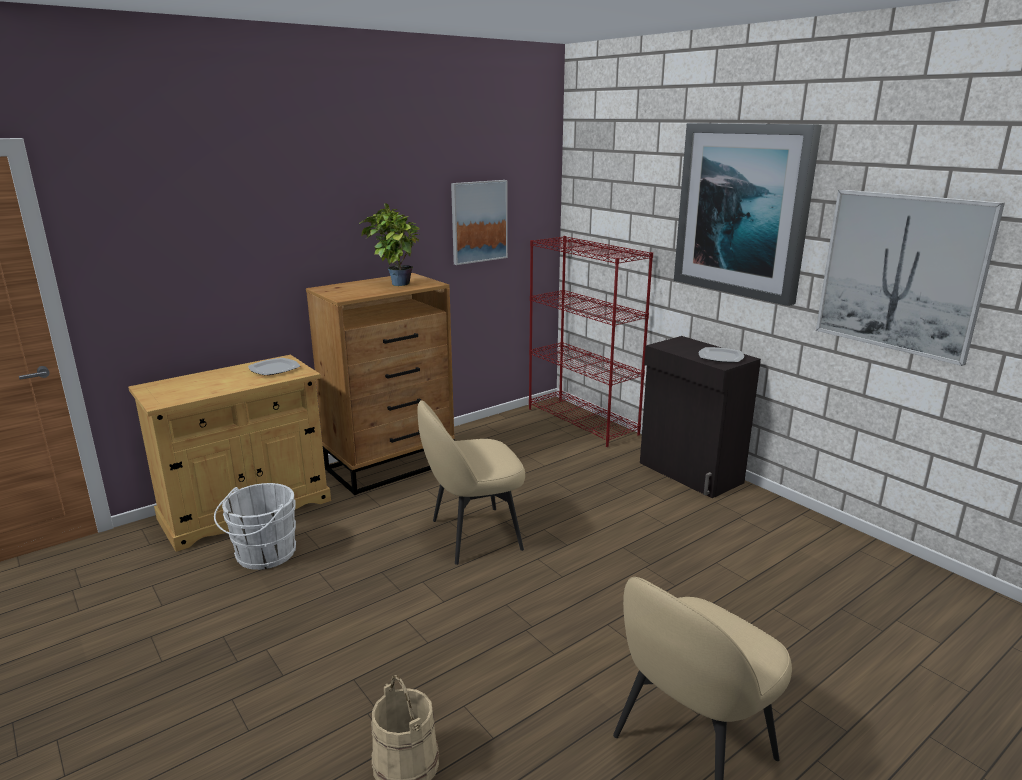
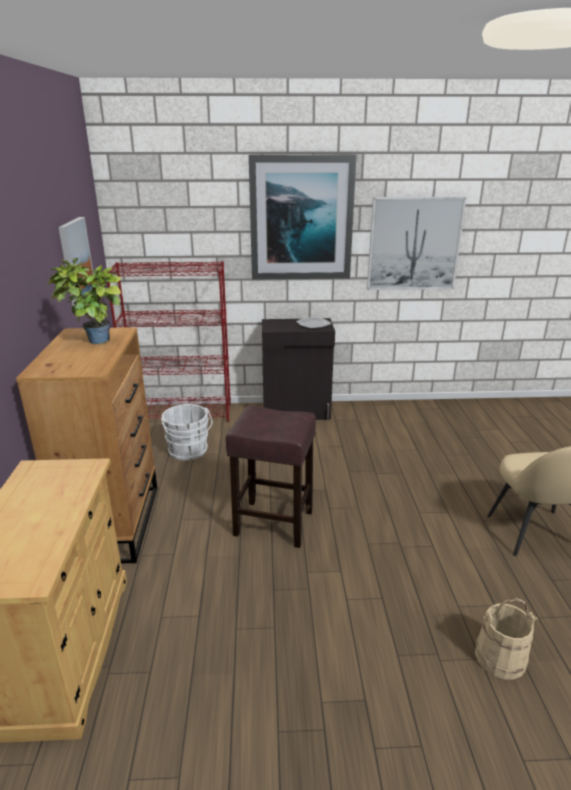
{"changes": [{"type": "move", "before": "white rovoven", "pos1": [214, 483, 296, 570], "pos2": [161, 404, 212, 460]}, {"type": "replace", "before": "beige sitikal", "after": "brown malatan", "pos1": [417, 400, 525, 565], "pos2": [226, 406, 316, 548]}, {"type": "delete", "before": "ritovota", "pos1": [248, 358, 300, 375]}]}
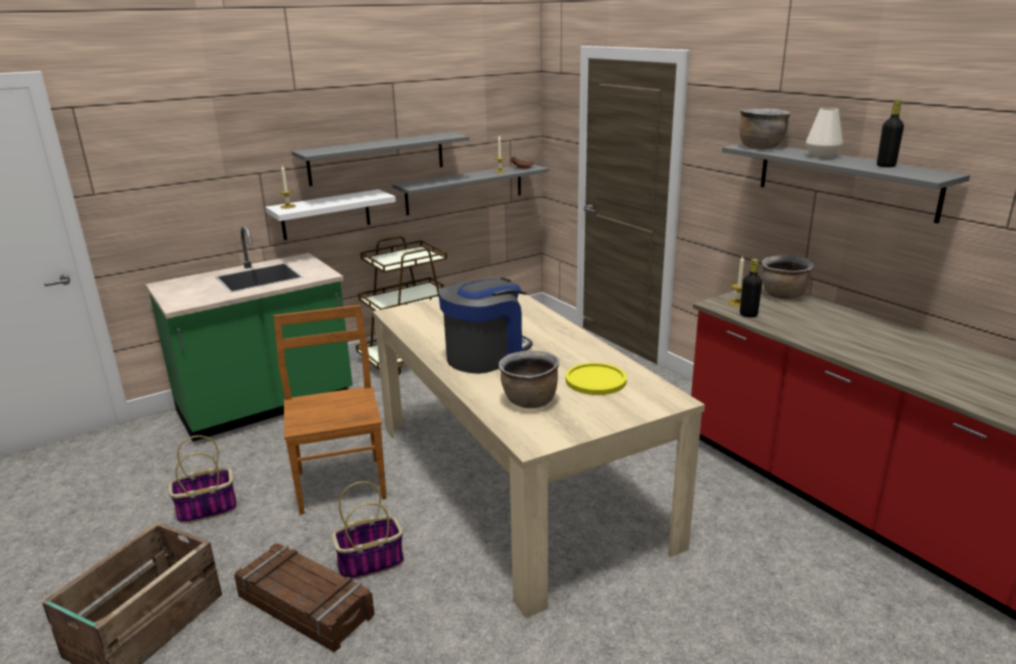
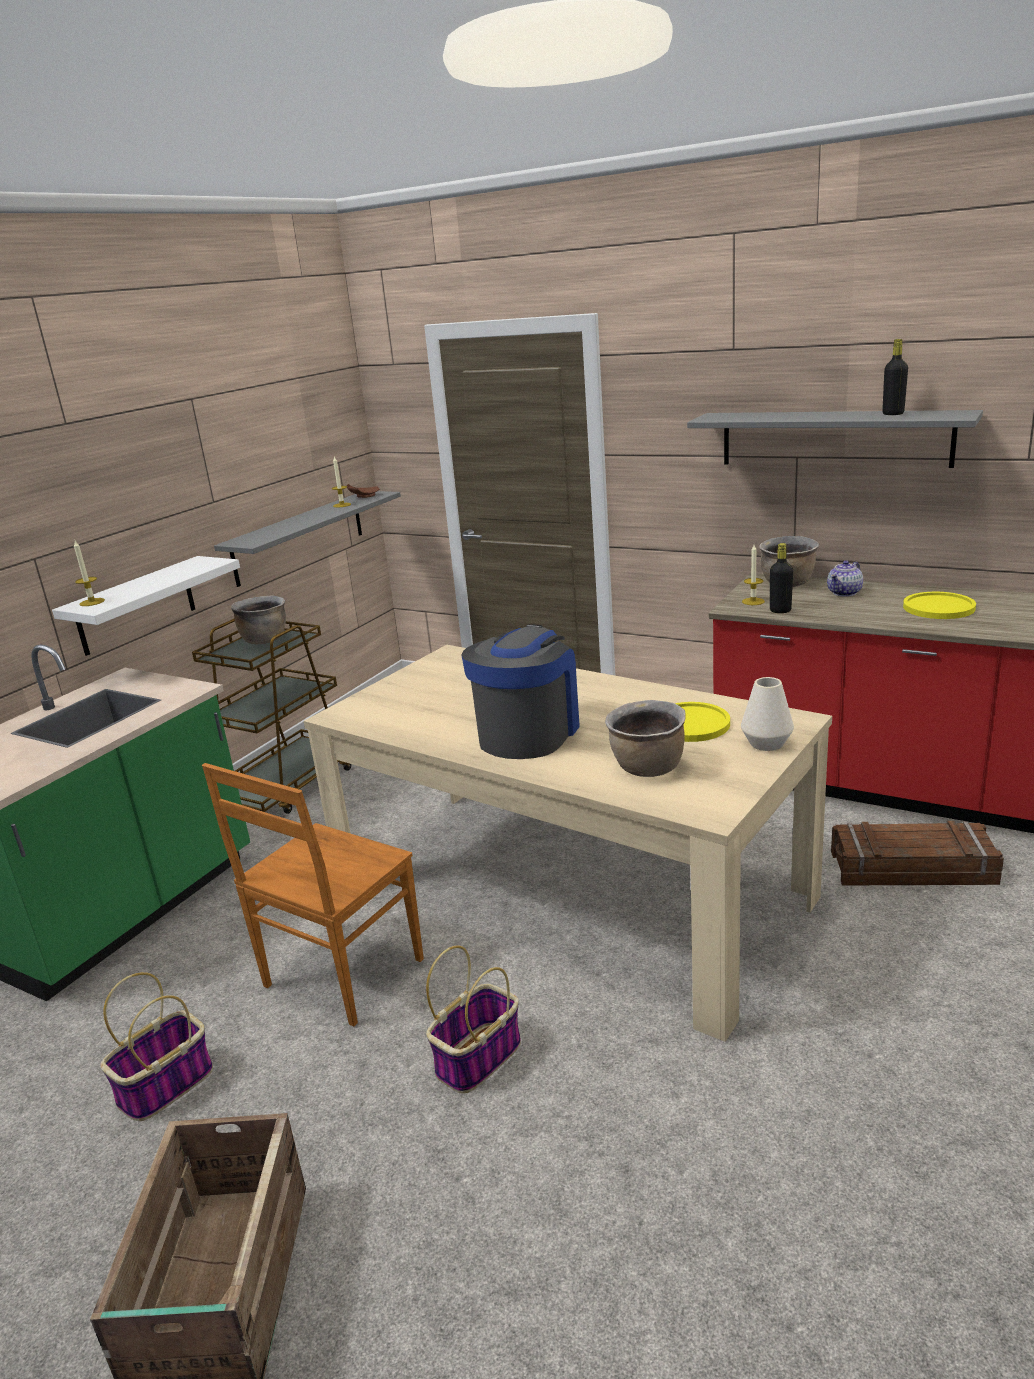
{"changes": [{"type": "rotate", "before": "brown sitikal", "pos1": [274, 305, 387, 515], "pos2": [202, 763, 424, 1027], "turn": -105}, {"type": "move", "before": "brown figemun", "pos1": [740, 109, 791, 149], "pos2": [231, 595, 286, 644]}, {"type": "move", "before": "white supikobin", "pos1": [806, 108, 843, 158], "pos2": [741, 677, 794, 751]}, {"type": "insert", "after": "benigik", "pos2": [827, 561, 863, 597]}, {"type": "move", "before": "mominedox", "pos1": [234, 543, 375, 652], "pos2": [831, 821, 1004, 885]}, {"type": "insert", "after": "yellow ritovota", "pos2": [903, 592, 976, 619]}, {"type": "delete", "before": "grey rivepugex", "pos1": [291, 132, 470, 186]}]}
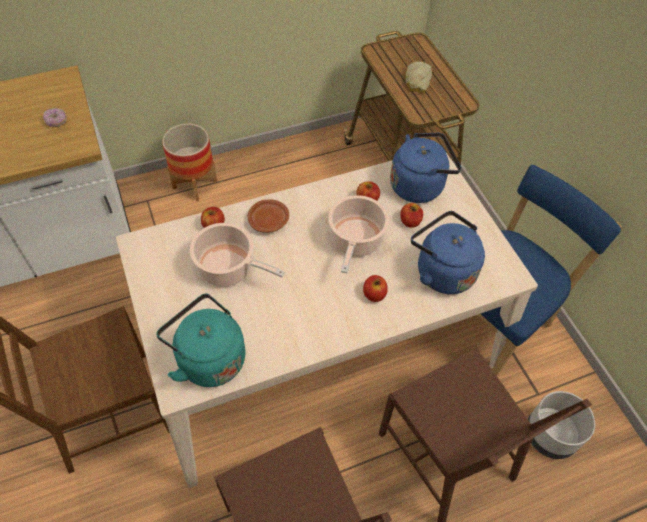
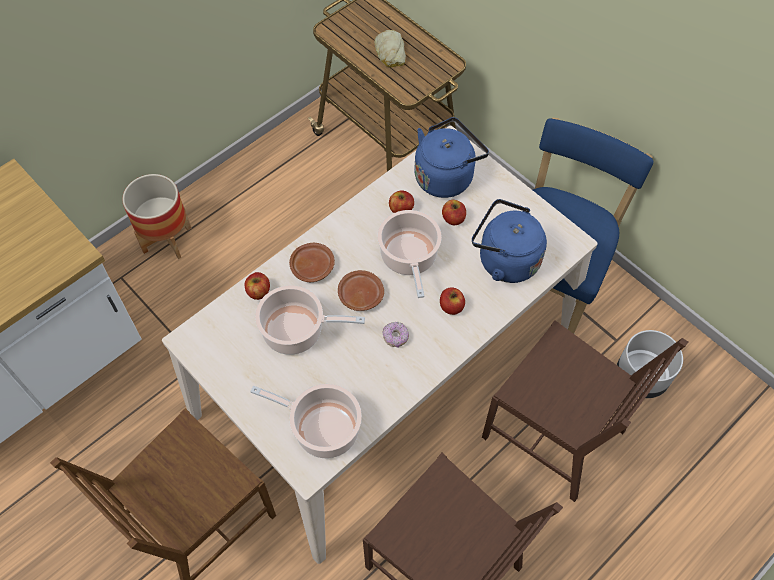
{"changes": [{"type": "replace", "before": "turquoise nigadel", "after": "figemun", "pos1": [156, 294, 245, 387], "pos2": [250, 384, 362, 458]}, {"type": "insert", "after": "brown ritovota", "pos2": [338, 270, 384, 311]}, {"type": "move", "before": "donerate", "pos1": [43, 108, 67, 127], "pos2": [383, 322, 409, 348]}]}
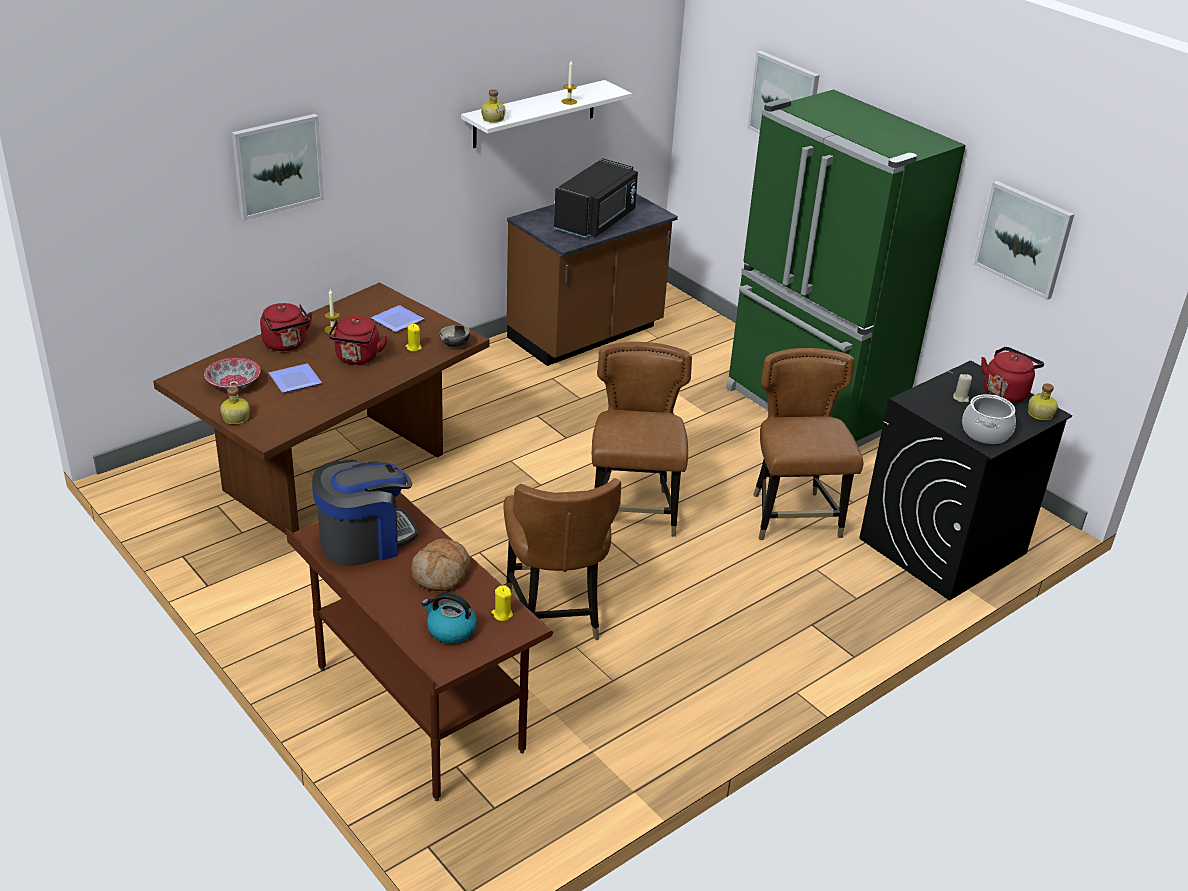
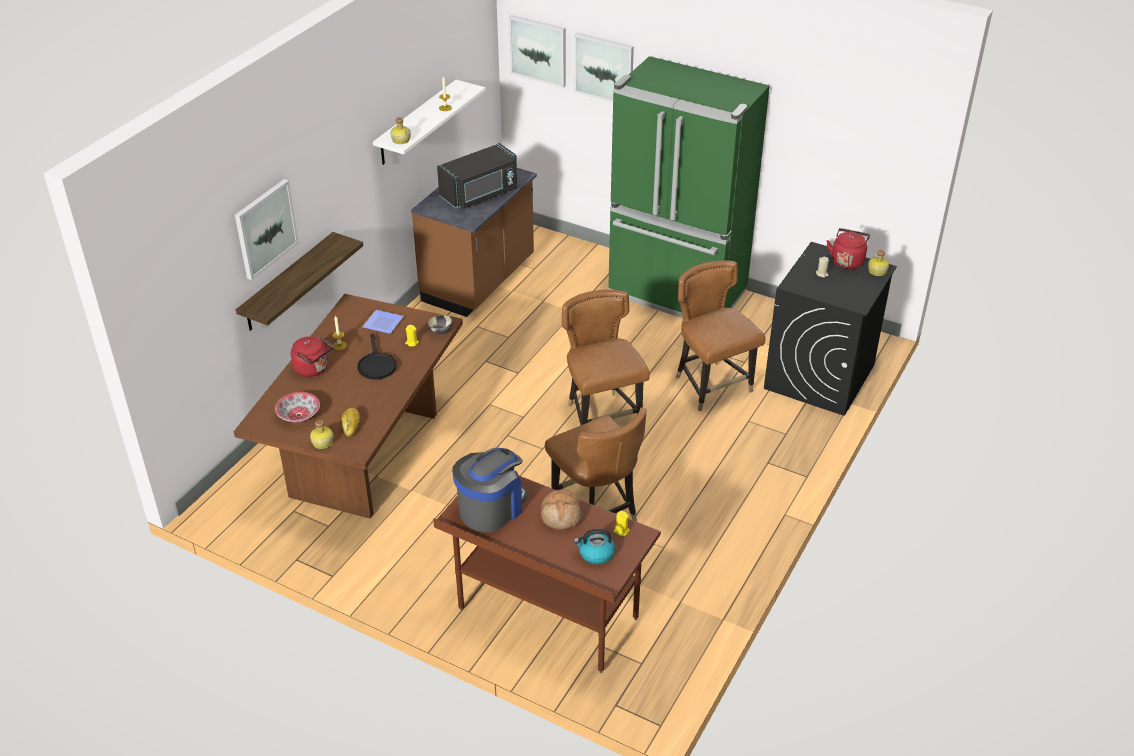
{"changes": [{"type": "insert", "after": "rivepugex", "pos2": [236, 232, 363, 331]}, {"type": "insert", "after": "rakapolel", "pos2": [341, 408, 360, 437]}, {"type": "replace", "before": "red nigadel", "after": "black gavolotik", "pos1": [328, 316, 388, 365], "pos2": [358, 333, 397, 380]}, {"type": "rotate", "before": "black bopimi", "pos1": [554, 158, 638, 238], "pos2": [437, 143, 517, 209], "turn": 45}, {"type": "move", "before": "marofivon", "pos1": [974, 181, 1074, 300], "pos2": [509, 15, 566, 88]}, {"type": "delete", "before": "ritovota", "pos1": [269, 363, 322, 393]}, {"type": "delete", "before": "figemun", "pos1": [962, 394, 1016, 444]}]}
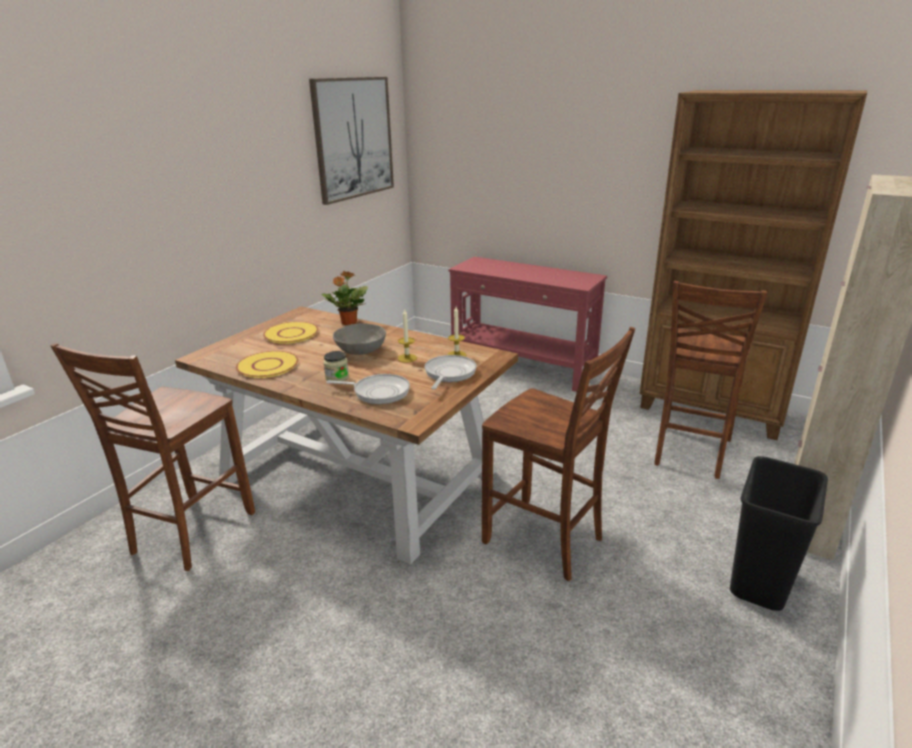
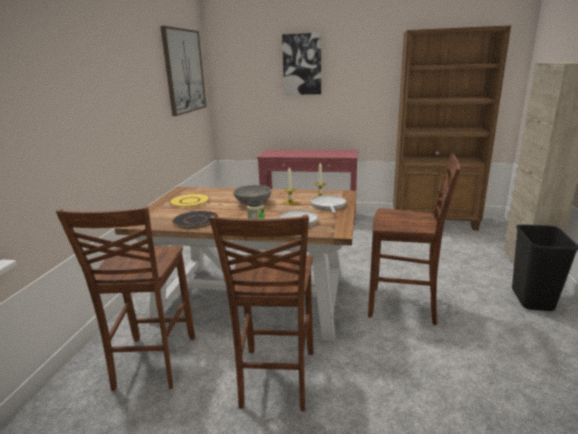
{"changes": [{"type": "recolor", "before": "yellow ritovota", "after": "black ritovota", "pos1": [236, 351, 298, 378], "pos2": [172, 211, 218, 229]}, {"type": "move", "before": "brown sitikal", "pos1": [654, 281, 767, 479], "pos2": [209, 215, 313, 411]}, {"type": "insert", "after": "marofivon", "pos2": [282, 33, 321, 95]}, {"type": "delete", "before": "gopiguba", "pos1": [322, 271, 368, 325]}]}
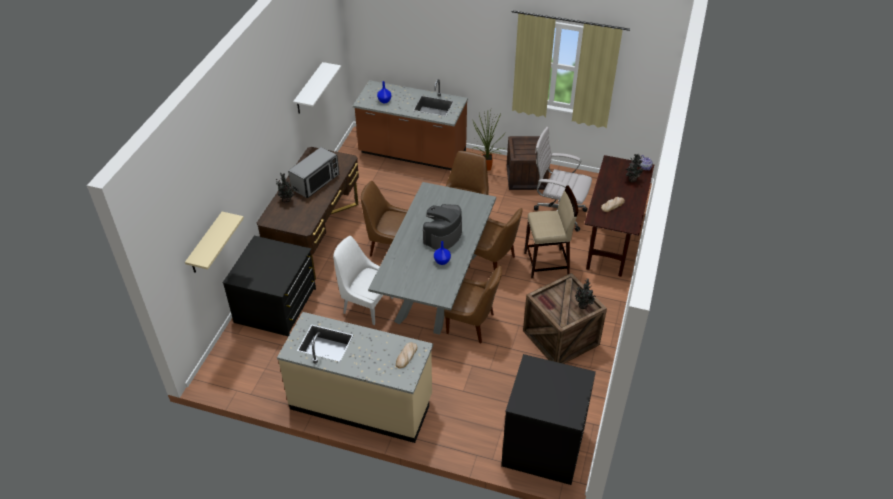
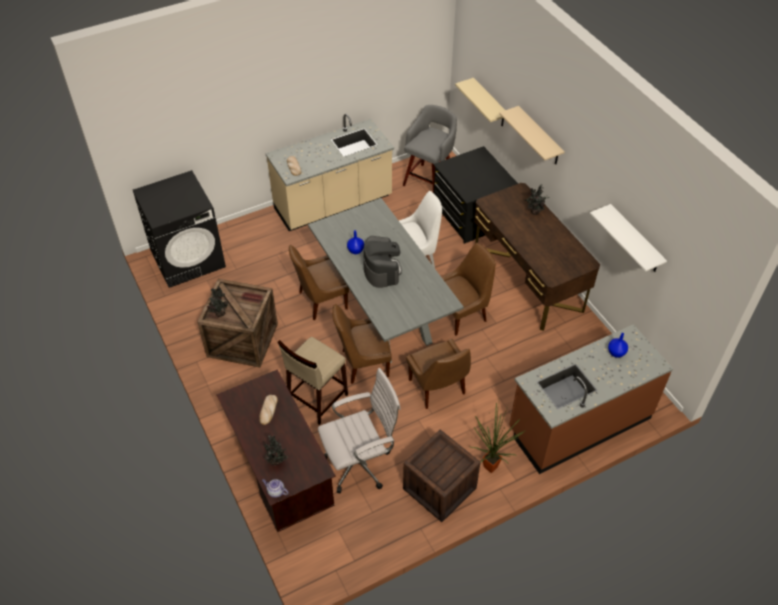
{"changes": [{"type": "insert", "after": "grey malatan", "pos2": [403, 105, 457, 193]}, {"type": "insert", "after": "beige rivepugex", "pos2": [499, 106, 565, 164]}, {"type": "delete", "before": "bopimi", "pos1": [288, 147, 339, 198]}]}
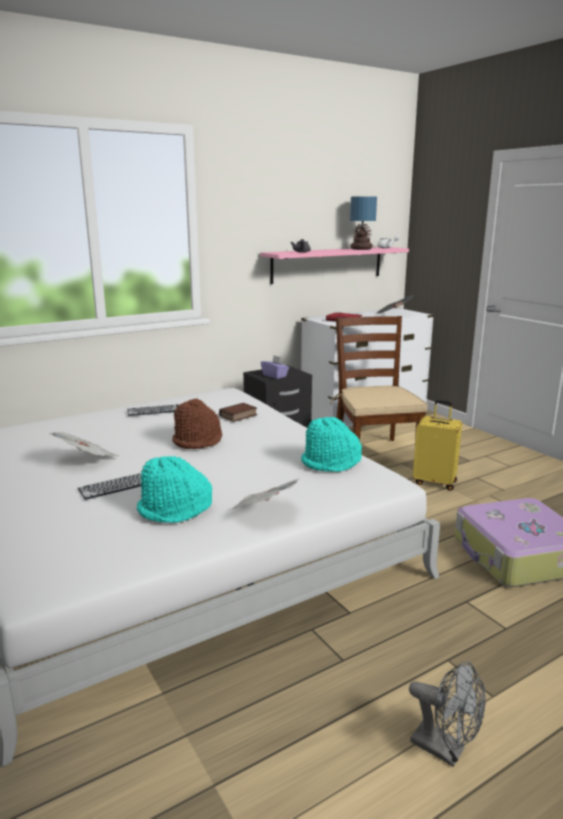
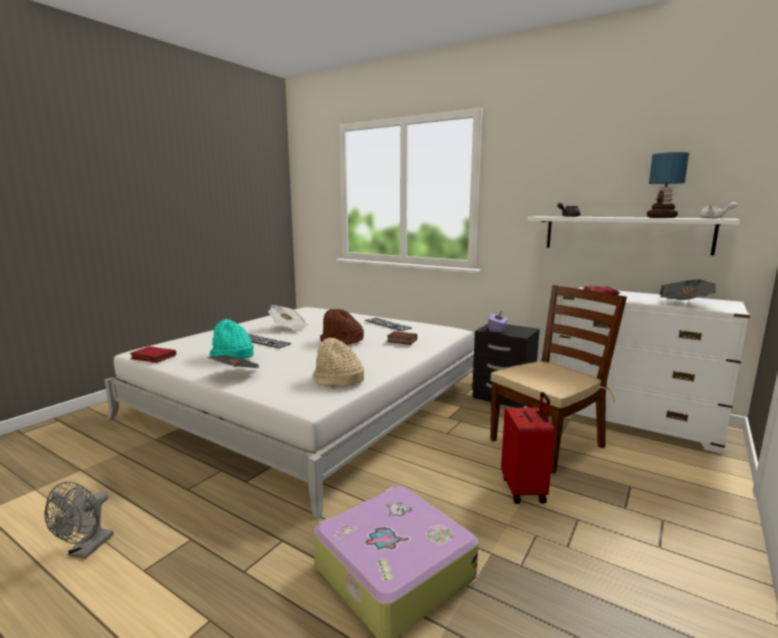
{"changes": [{"type": "insert", "after": "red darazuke", "pos2": [130, 347, 176, 363]}, {"type": "recolor", "before": "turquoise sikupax", "after": "beige sikupax", "pos1": [301, 417, 362, 472], "pos2": [313, 338, 364, 387]}, {"type": "recolor", "before": "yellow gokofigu", "after": "red gokofigu", "pos1": [413, 400, 462, 491], "pos2": [501, 392, 555, 504]}, {"type": "recolor", "before": "pink rivepugex", "after": "white rivepugex", "pos1": [260, 247, 409, 284], "pos2": [528, 216, 740, 255]}]}
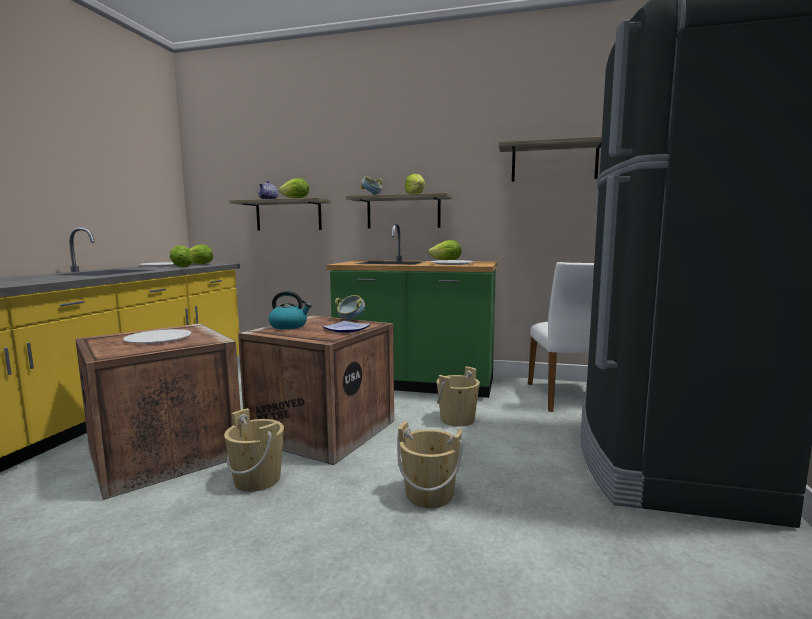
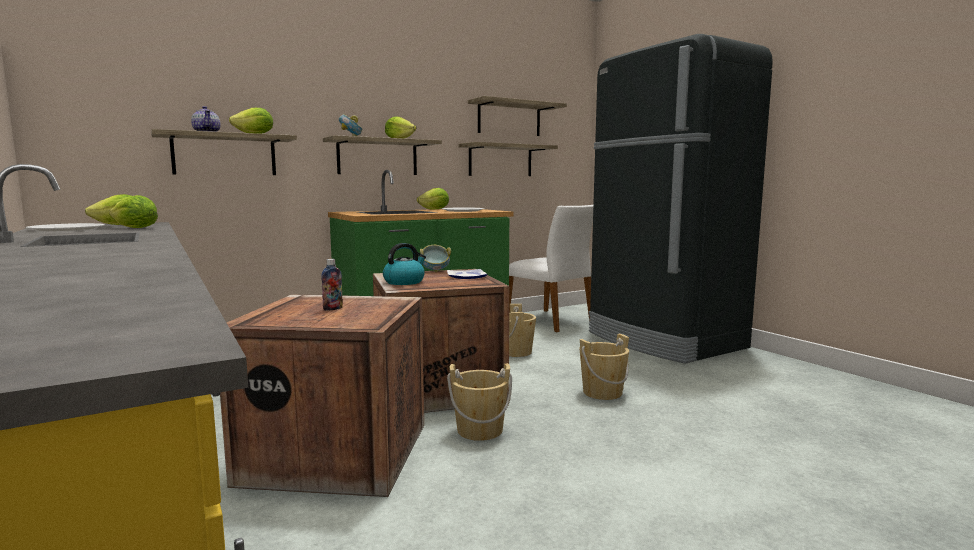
{"changes": [{"type": "replace", "before": "white ritovota", "after": "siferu", "pos1": [123, 329, 191, 344], "pos2": [321, 259, 343, 311]}, {"type": "insert", "after": "rivepugex", "pos2": [459, 142, 558, 176]}]}
